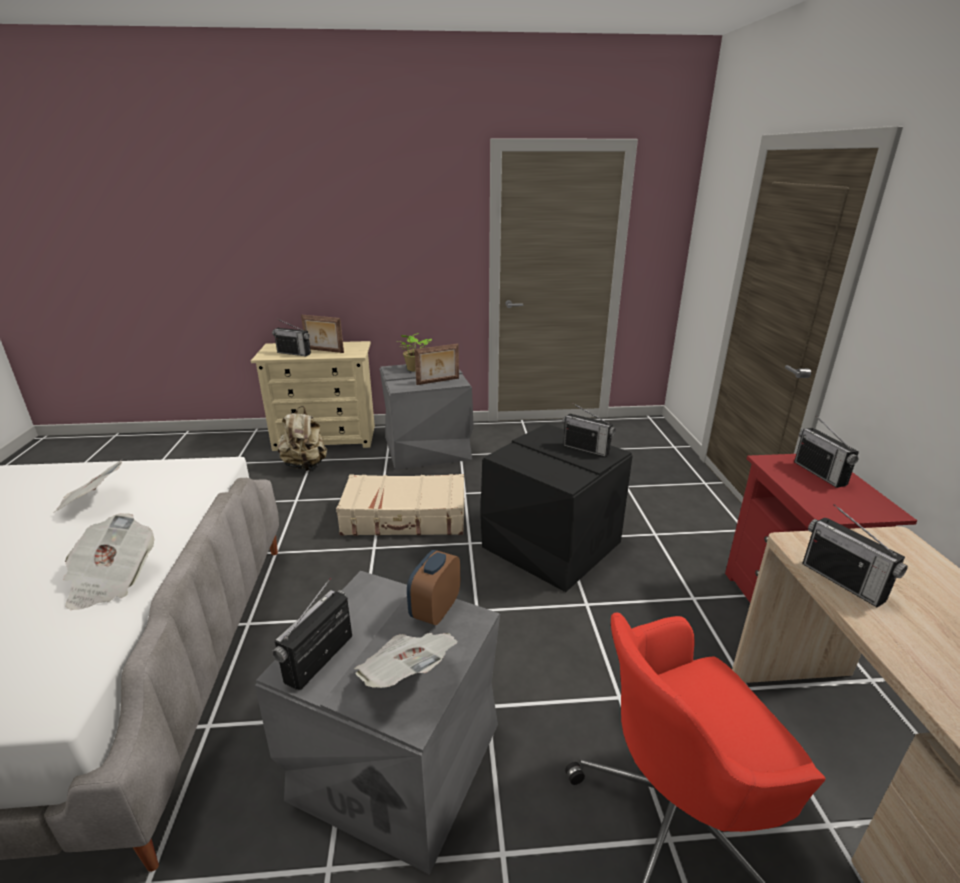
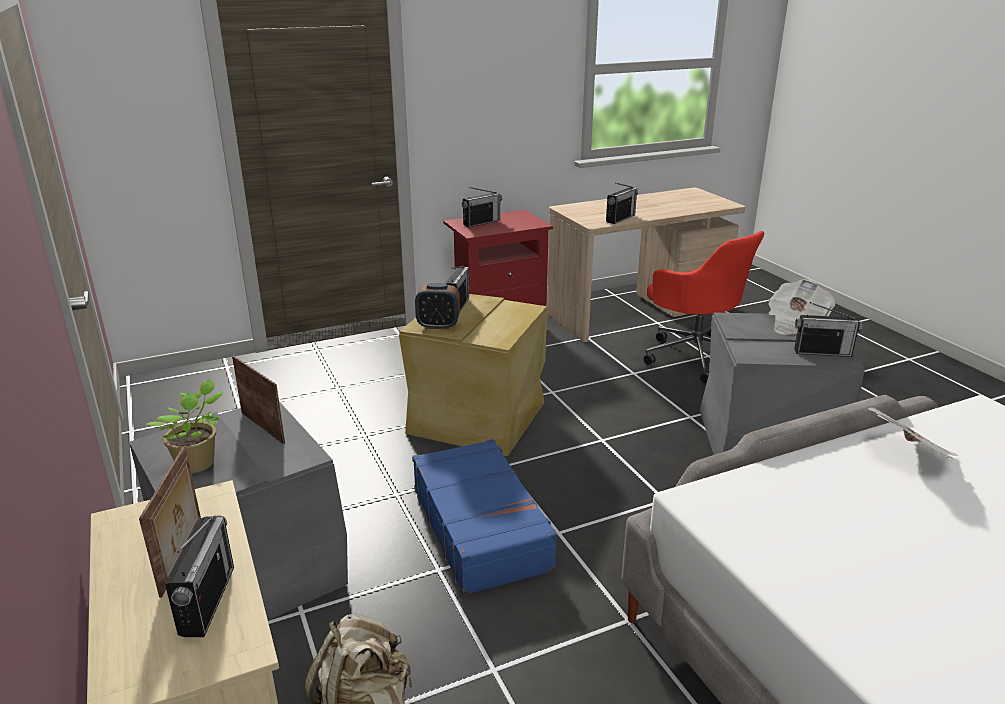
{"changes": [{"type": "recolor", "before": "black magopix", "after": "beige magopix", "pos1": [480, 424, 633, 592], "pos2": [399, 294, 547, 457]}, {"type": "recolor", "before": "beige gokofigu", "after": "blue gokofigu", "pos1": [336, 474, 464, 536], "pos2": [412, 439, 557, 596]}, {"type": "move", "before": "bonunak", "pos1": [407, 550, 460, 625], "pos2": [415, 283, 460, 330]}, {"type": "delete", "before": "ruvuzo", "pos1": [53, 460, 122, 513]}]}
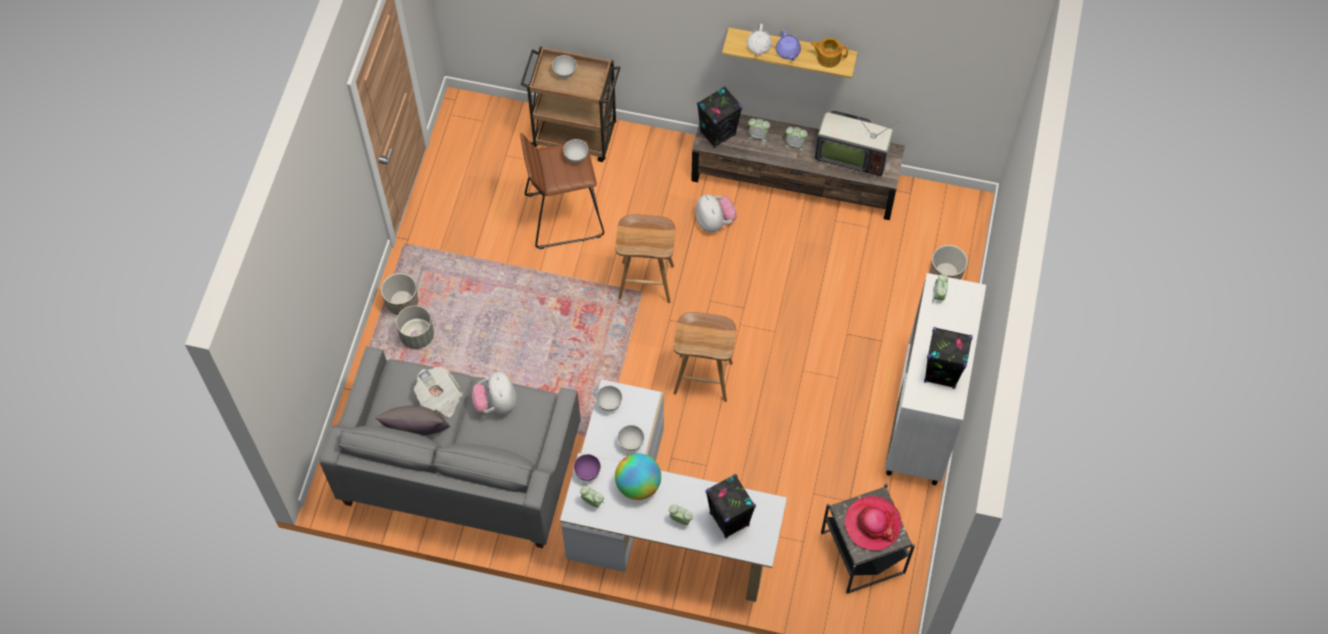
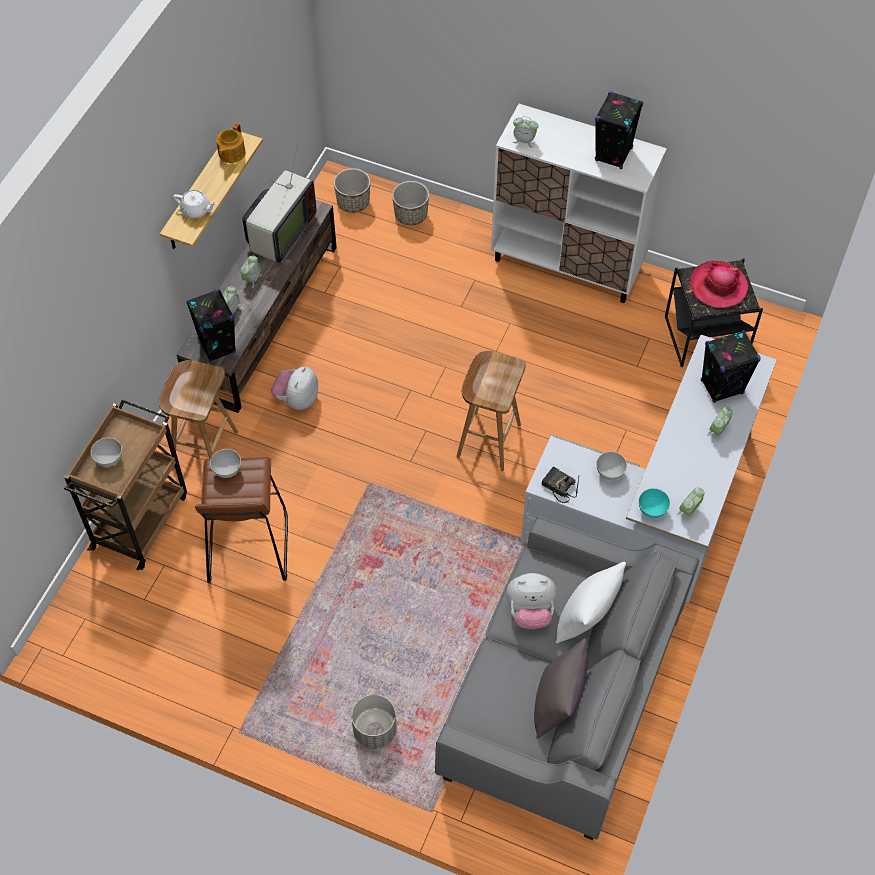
{"changes": [{"type": "move", "before": "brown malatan", "pos1": [615, 214, 675, 303], "pos2": [159, 360, 238, 469]}, {"type": "rotate", "before": "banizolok", "pos1": [696, 194, 737, 232], "pos2": [271, 367, 318, 410], "turn": -60}, {"type": "move", "before": "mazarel", "pos1": [381, 273, 418, 315], "pos2": [334, 168, 370, 213]}, {"type": "replace", "before": "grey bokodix", "after": "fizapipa", "pos1": [596, 385, 622, 411], "pos2": [542, 467, 579, 503]}, {"type": "insert", "after": "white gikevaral", "pos2": [555, 562, 626, 643]}, {"type": "recolor", "before": "purple bokodix", "after": "turquoise bokodix", "pos1": [573, 454, 601, 481], "pos2": [639, 488, 670, 518]}, {"type": "delete", "before": "ruvuzo", "pos1": [414, 367, 463, 417]}, {"type": "delete", "before": "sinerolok", "pos1": [615, 453, 661, 500]}, {"type": "delete", "before": "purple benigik", "pos1": [776, 29, 801, 60]}]}
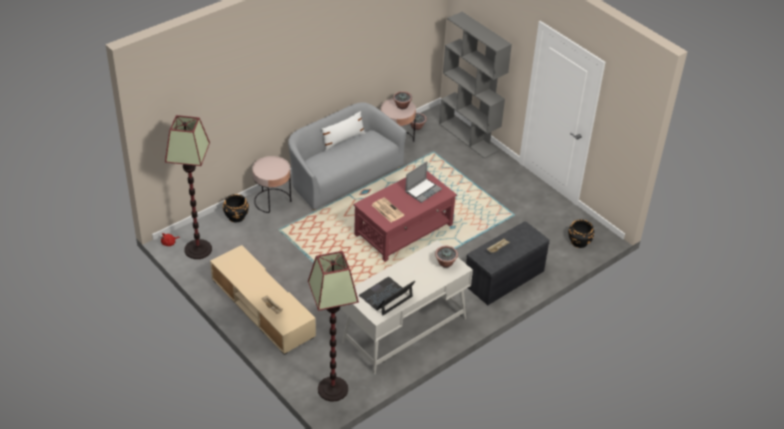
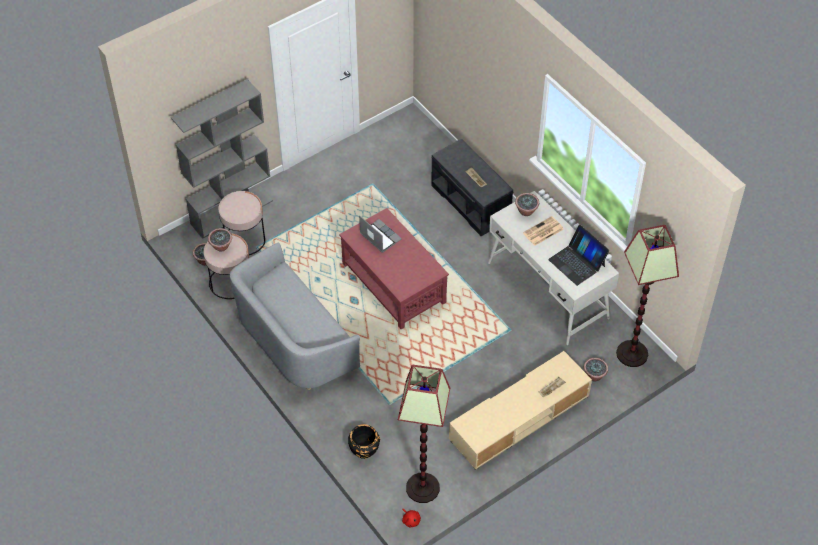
{"changes": [{"type": "move", "before": "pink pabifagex", "pos1": [252, 156, 291, 213], "pos2": [219, 191, 265, 255]}, {"type": "move", "before": "ruvuzo", "pos1": [372, 197, 404, 222], "pos2": [523, 216, 564, 246]}, {"type": "insert", "after": "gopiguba", "pos2": [584, 358, 608, 381]}, {"type": "delete", "before": "white gikevaral", "pos1": [321, 111, 366, 151]}, {"type": "delete", "before": "black mazarel", "pos1": [568, 219, 594, 248]}]}
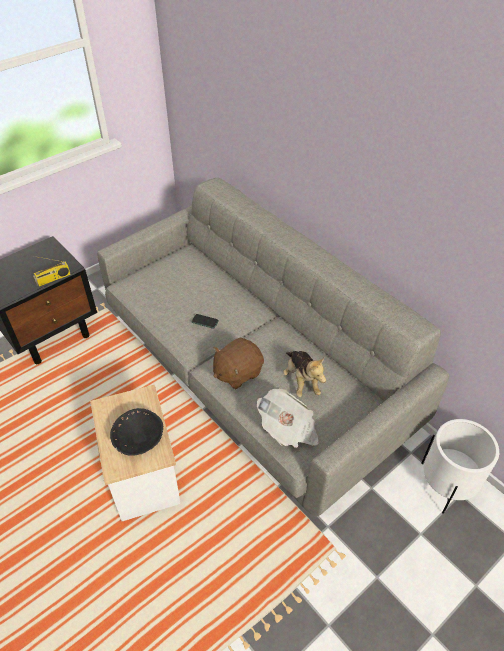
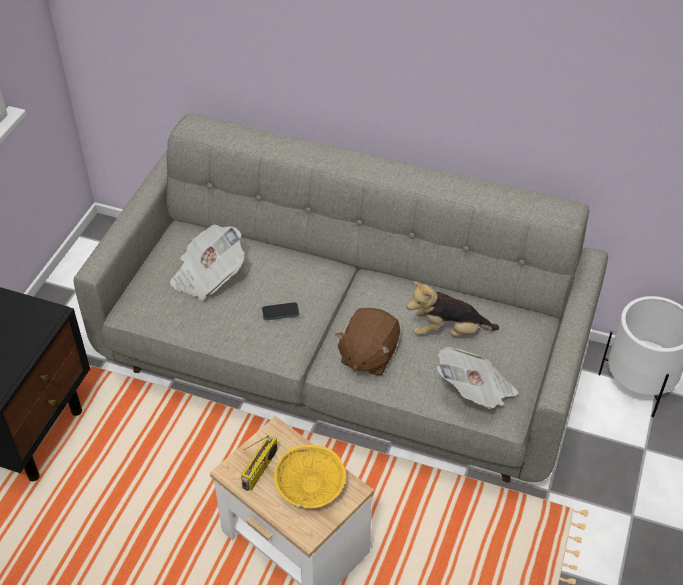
{"changes": [{"type": "insert", "after": "ruvuzo", "pos2": [170, 225, 244, 300]}, {"type": "move", "before": "fizapipa", "pos1": [33, 256, 71, 287], "pos2": [241, 435, 278, 491]}, {"type": "recolor", "before": "black bokodix", "after": "yellow bokodix", "pos1": [110, 408, 163, 456], "pos2": [274, 445, 346, 508]}, {"type": "rotate", "before": "banizolok", "pos1": [283, 351, 326, 397], "pos2": [407, 281, 499, 336], "turn": 135}]}
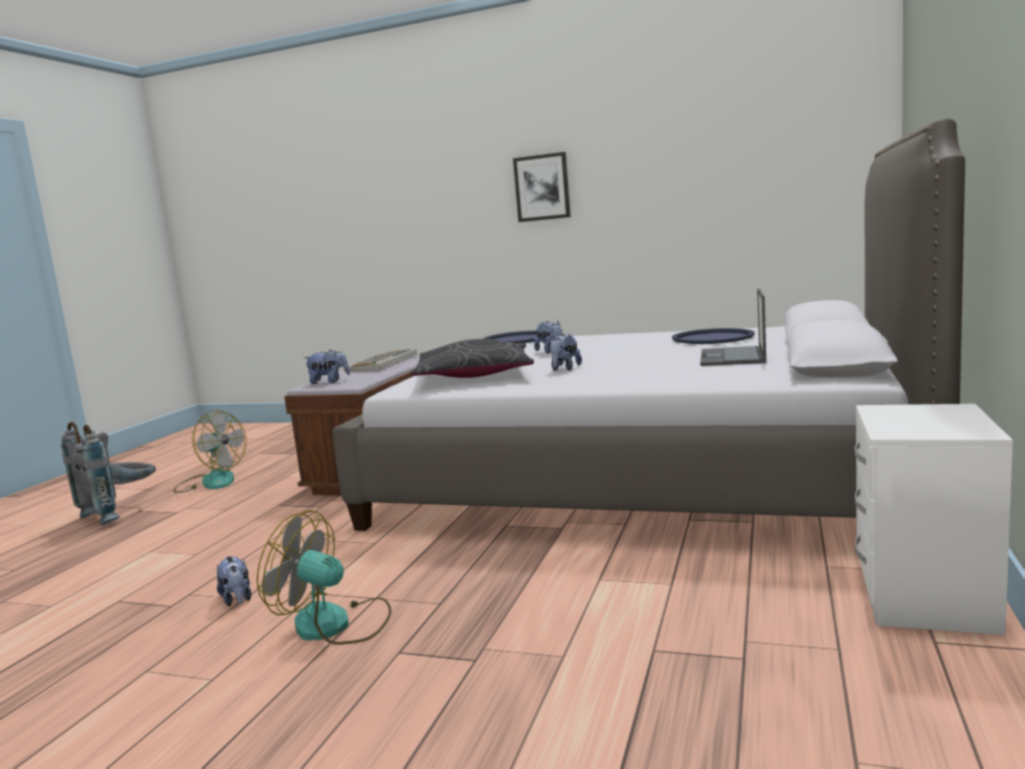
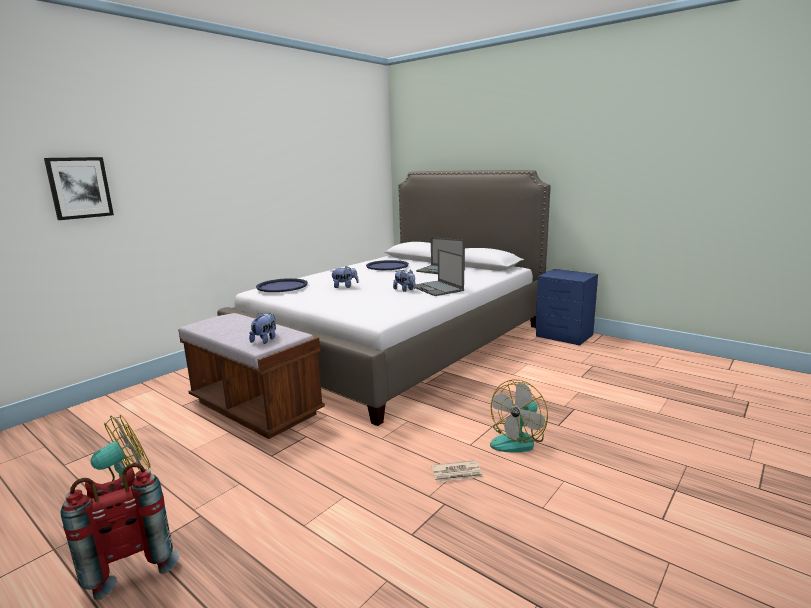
{"changes": [{"type": "move", "before": "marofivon", "pos1": [513, 152, 571, 222], "pos2": [44, 157, 114, 220]}, {"type": "recolor", "before": "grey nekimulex", "after": "red nekimulex", "pos1": [61, 422, 156, 525], "pos2": [61, 463, 179, 601]}, {"type": "insert", "after": "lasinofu", "pos2": [416, 249, 464, 296]}, {"type": "replace", "before": "banizolok", "after": "ruvuzo", "pos1": [217, 556, 252, 606], "pos2": [431, 460, 484, 482]}, {"type": "recolor", "before": "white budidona", "after": "blue budidona", "pos1": [855, 404, 1013, 635], "pos2": [536, 269, 598, 346]}, {"type": "delete", "before": "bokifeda", "pos1": [344, 349, 417, 372]}, {"type": "delete", "before": "grey gikevaral", "pos1": [410, 339, 534, 378]}]}
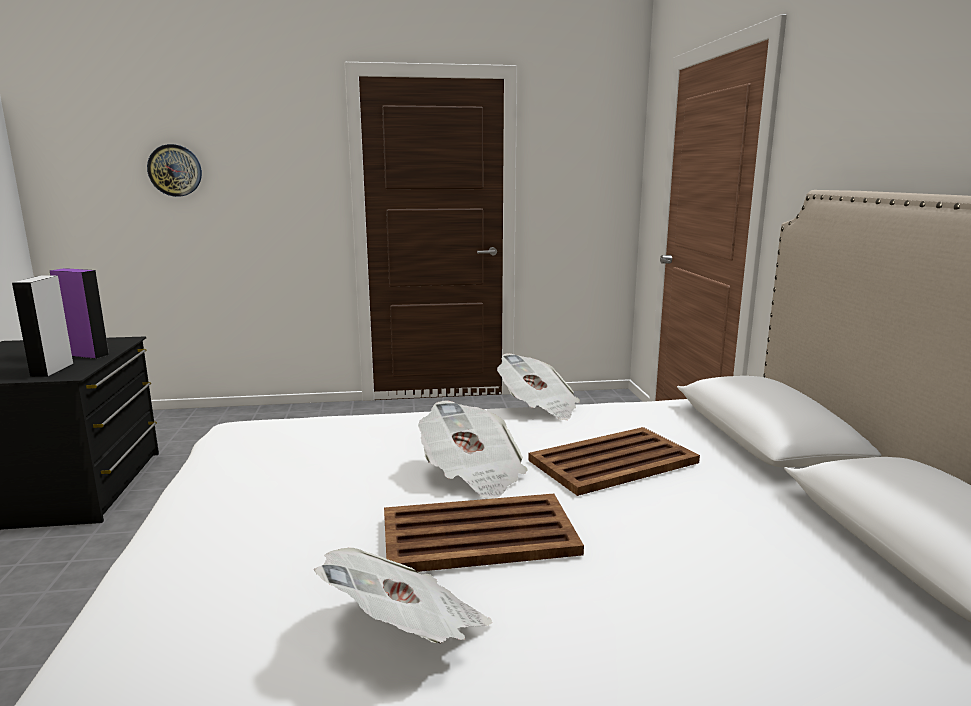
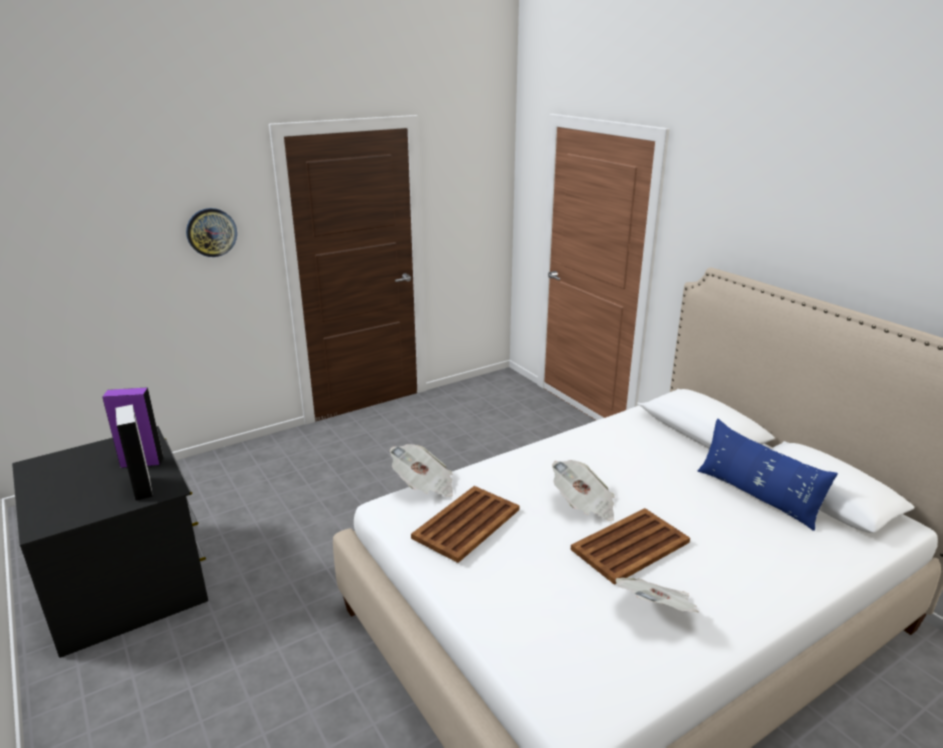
{"changes": [{"type": "move", "before": "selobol", "pos1": [147, 144, 202, 197], "pos2": [186, 208, 237, 257]}, {"type": "move", "before": "ruvuzo", "pos1": [497, 353, 580, 420], "pos2": [390, 444, 453, 497]}, {"type": "move", "before": "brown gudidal", "pos1": [528, 427, 700, 496], "pos2": [411, 486, 519, 563]}, {"type": "insert", "after": "blue gikevaral", "pos2": [698, 419, 838, 531]}]}
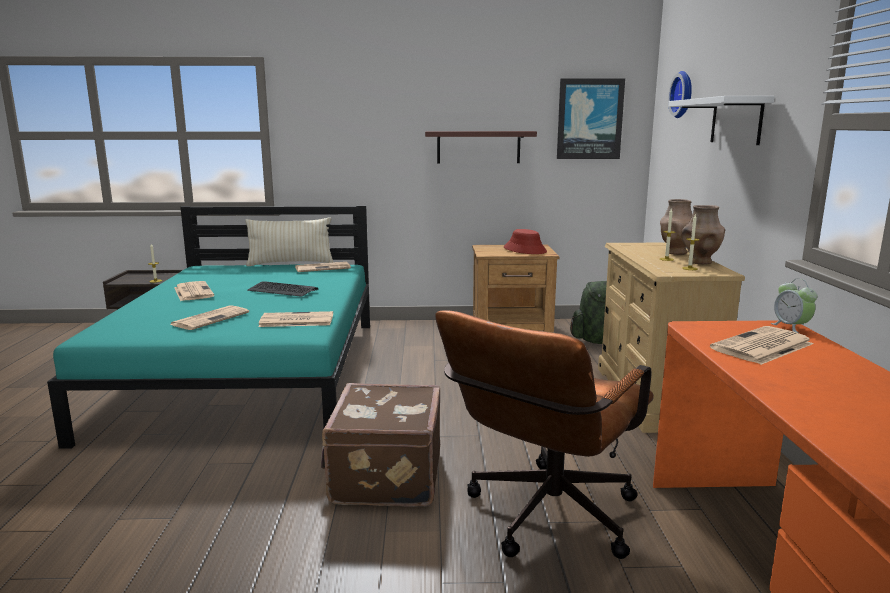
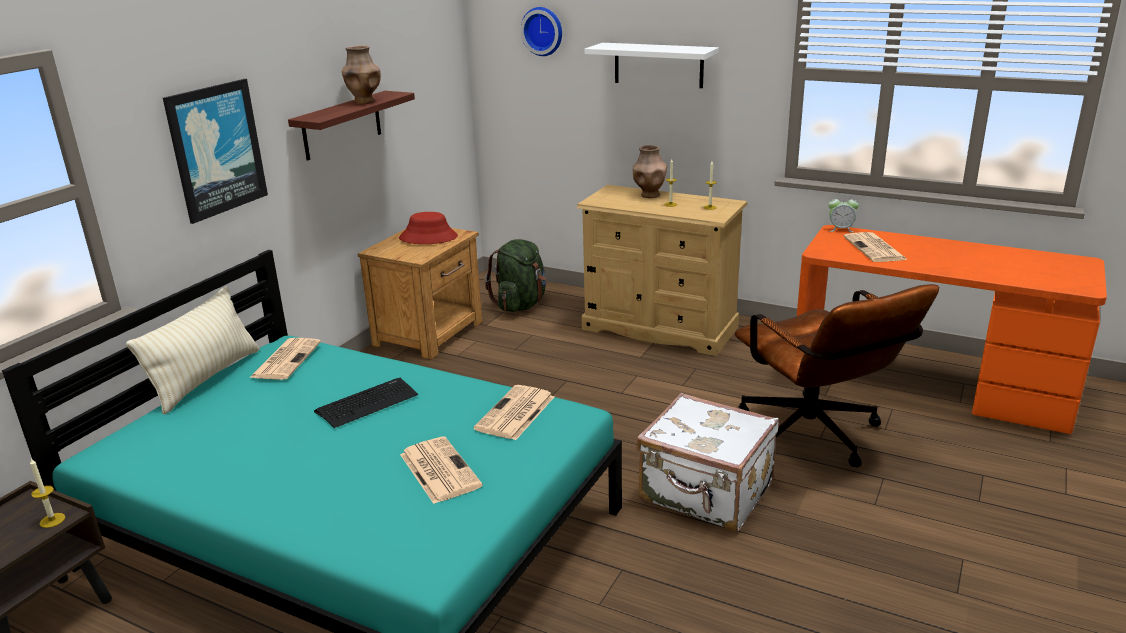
{"changes": [{"type": "move", "before": "marofivon", "pos1": [557, 78, 625, 159], "pos2": [163, 79, 268, 224]}, {"type": "move", "before": "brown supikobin", "pos1": [681, 205, 725, 265], "pos2": [342, 45, 381, 104]}, {"type": "recolor", "before": "brown gokofigu", "after": "white gokofigu", "pos1": [321, 383, 440, 507], "pos2": [636, 393, 779, 532]}, {"type": "delete", "before": "ruvuzo", "pos1": [174, 281, 214, 301]}]}
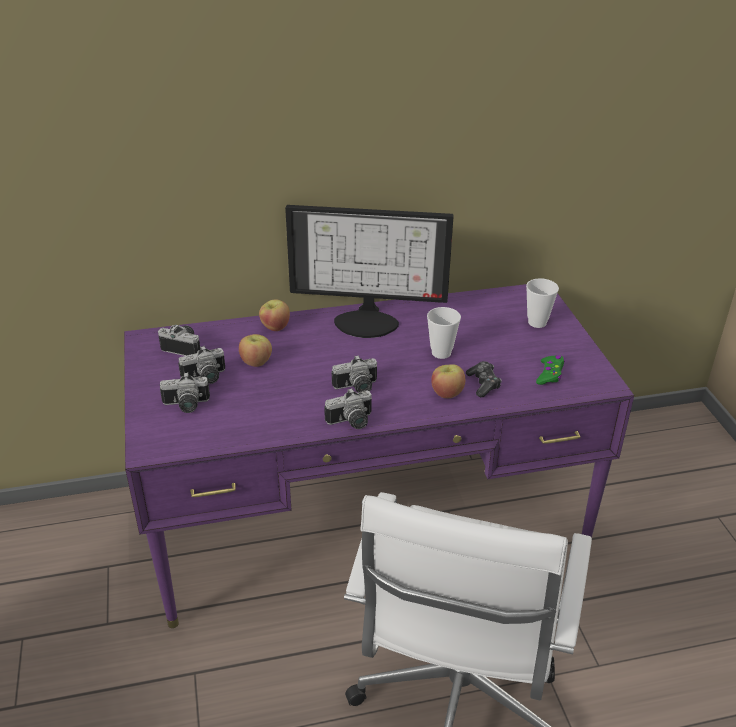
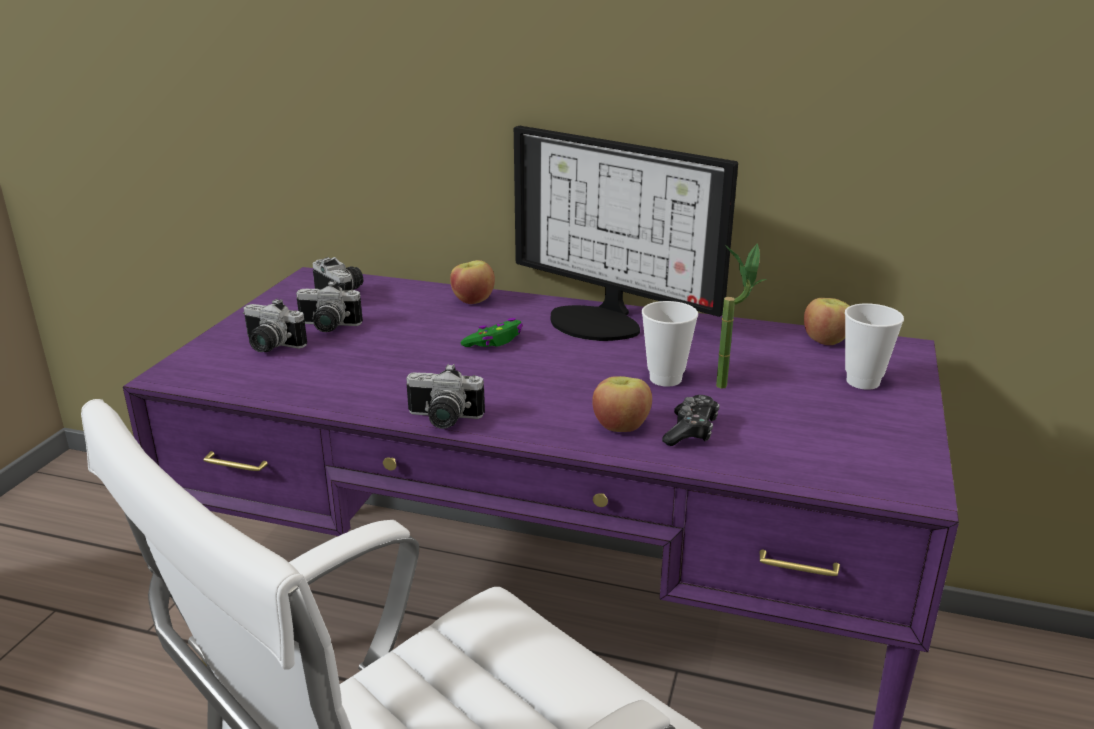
{"changes": [{"type": "move", "before": "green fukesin", "pos1": [536, 355, 565, 385], "pos2": [460, 318, 523, 347]}, {"type": "insert", "after": "gopiguba", "pos2": [716, 243, 767, 389]}, {"type": "move", "before": "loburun", "pos1": [239, 334, 272, 367], "pos2": [804, 298, 849, 345]}, {"type": "delete", "before": "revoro", "pos1": [332, 355, 377, 392]}]}
